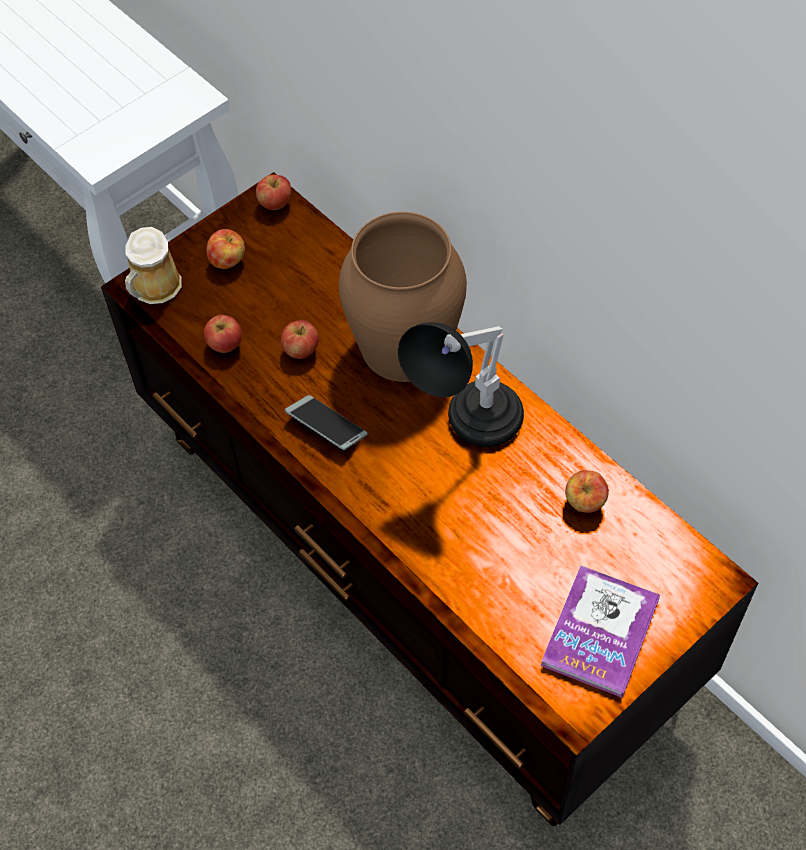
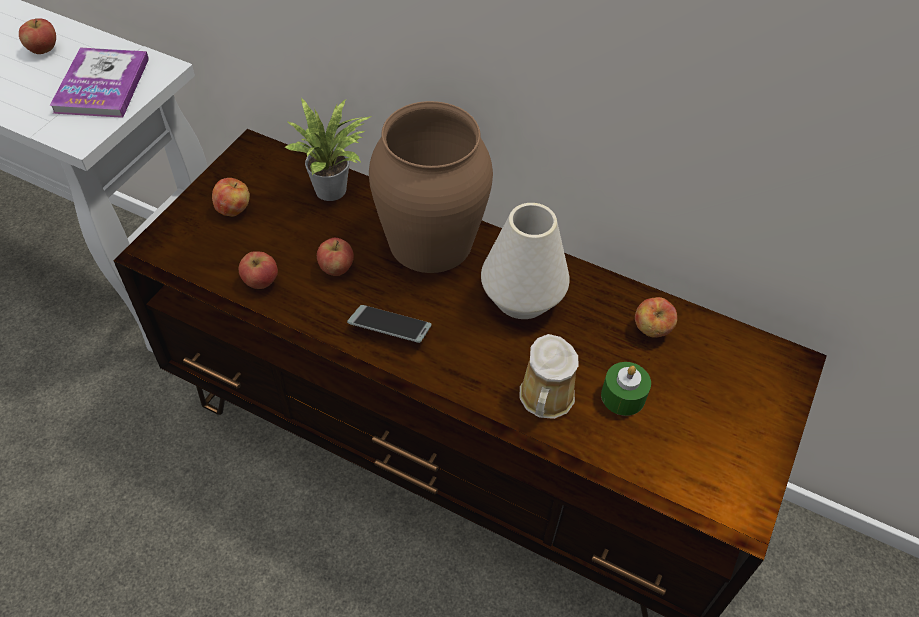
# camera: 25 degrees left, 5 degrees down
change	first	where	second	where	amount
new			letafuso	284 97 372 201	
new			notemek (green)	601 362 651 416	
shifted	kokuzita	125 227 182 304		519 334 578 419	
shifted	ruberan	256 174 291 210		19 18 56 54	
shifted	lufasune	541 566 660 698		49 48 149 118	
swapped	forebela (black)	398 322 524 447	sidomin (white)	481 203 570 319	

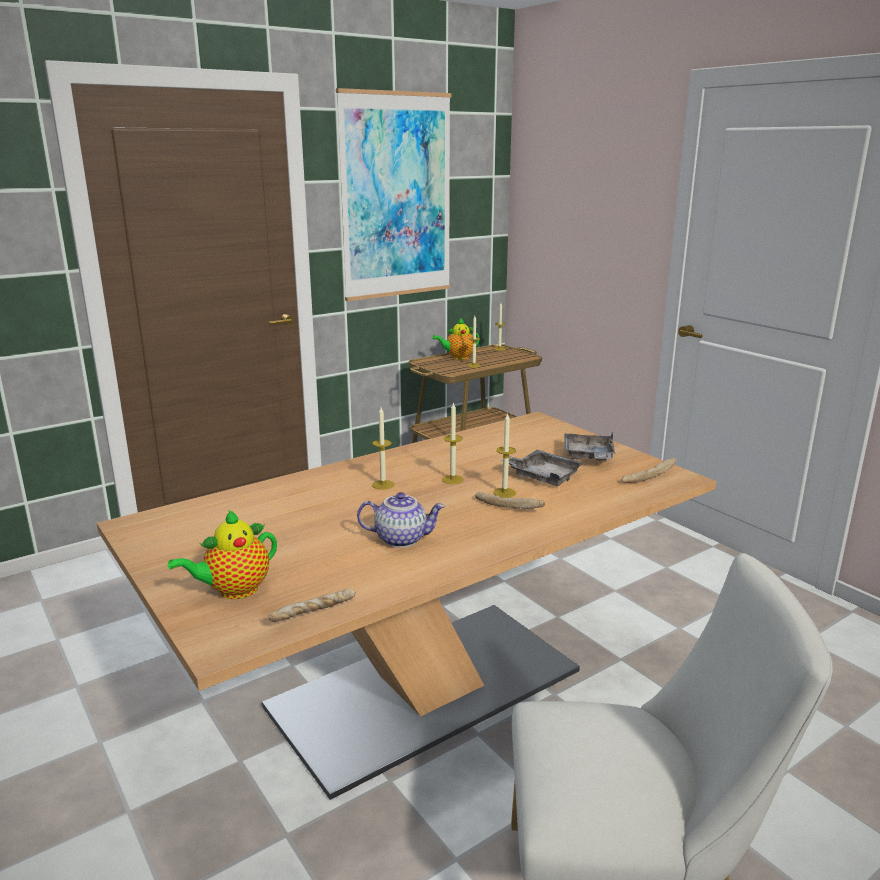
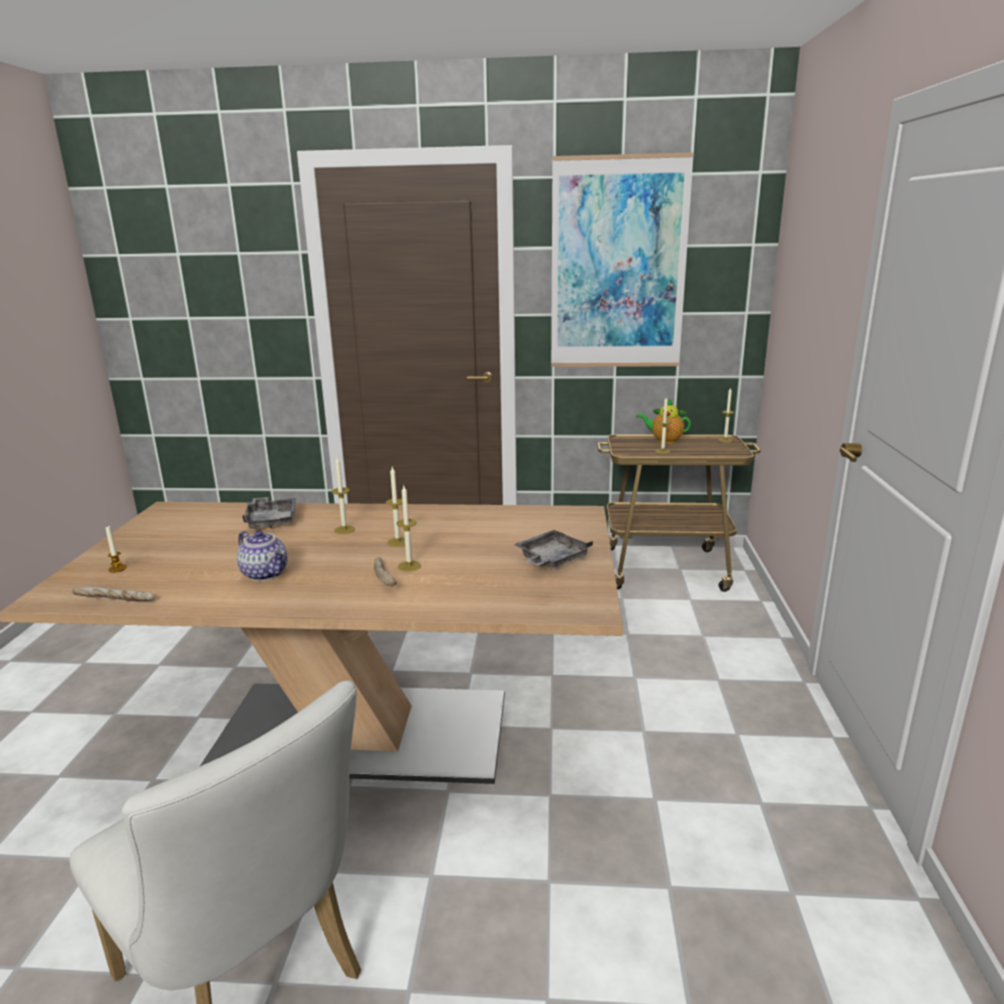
# camera: 40 degrees right, 0 degrees up
change	first	where	second	where	amount
gone	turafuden	621 458 676 483			
shifted	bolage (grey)	501 450 584 486		242 497 296 529	
swapped	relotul	168 510 277 599	notemek	106 525 126 573	

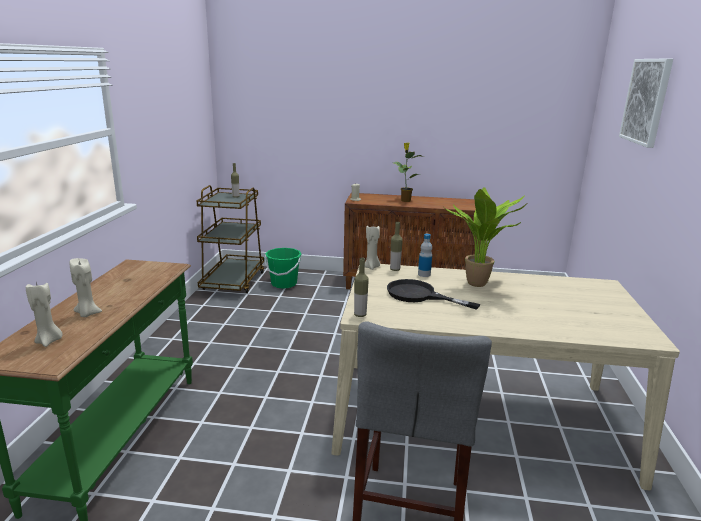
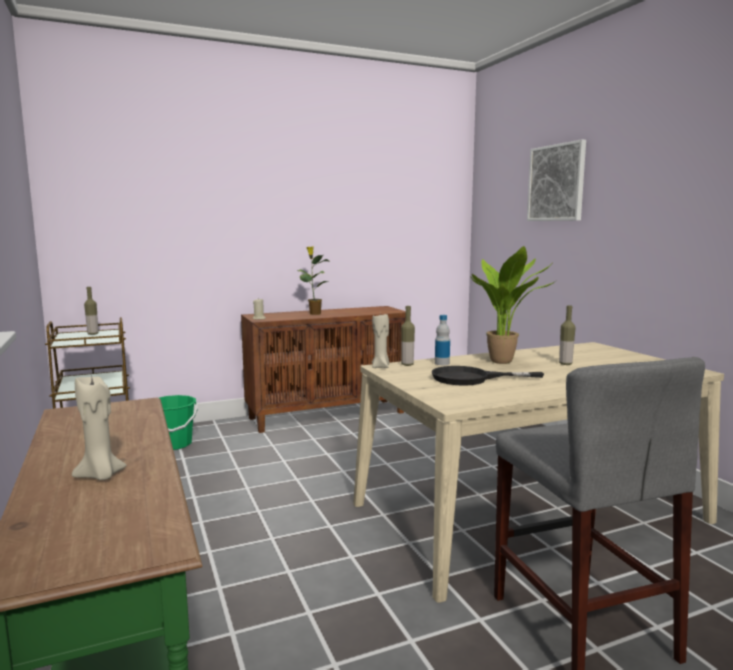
# camera: 30 degrees left, 10 degrees down
change	first	where	second	where	amount
gone	notemek (beige)	26 282 63 347			
shifted	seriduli	354 258 369 317		559 305 576 365	

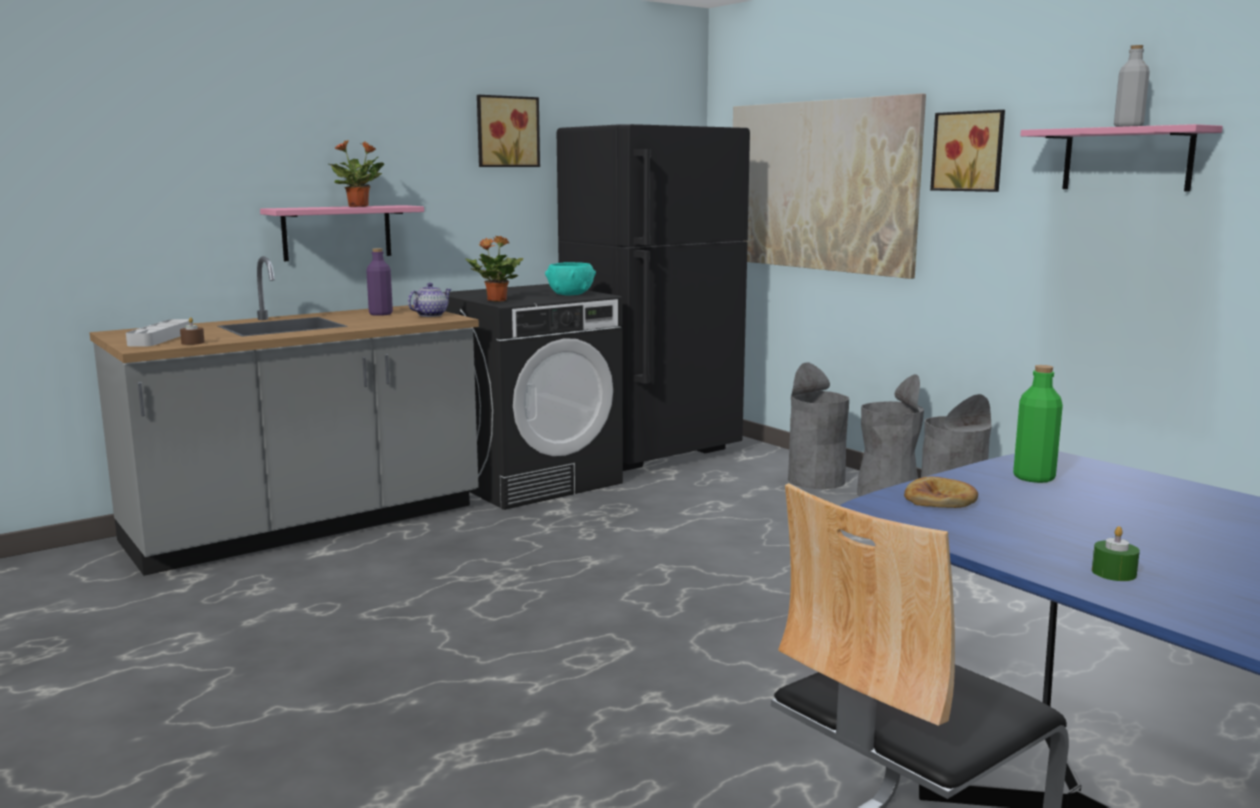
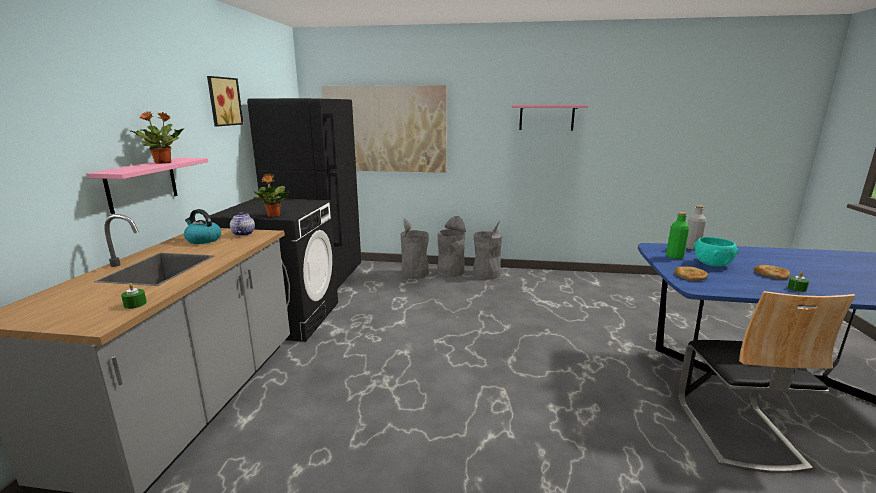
# camera: 45 degrees left, 5 degrees up
change	first	where	second	where	amount
gone	bolage (grey)	126 319 190 347			
gone	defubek	930 110 1005 192			
new			turafuden	754 265 790 280	
shifted	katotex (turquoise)	545 262 596 295		694 237 739 267	
shifted	seriduli (grey)	1114 45 1150 127		686 205 706 250	
swapped	seriduli (purple)	366 248 393 316	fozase	184 209 221 244	
repainted	notemek (brown)	180 317 205 345	notemek (green)	121 283 147 309	

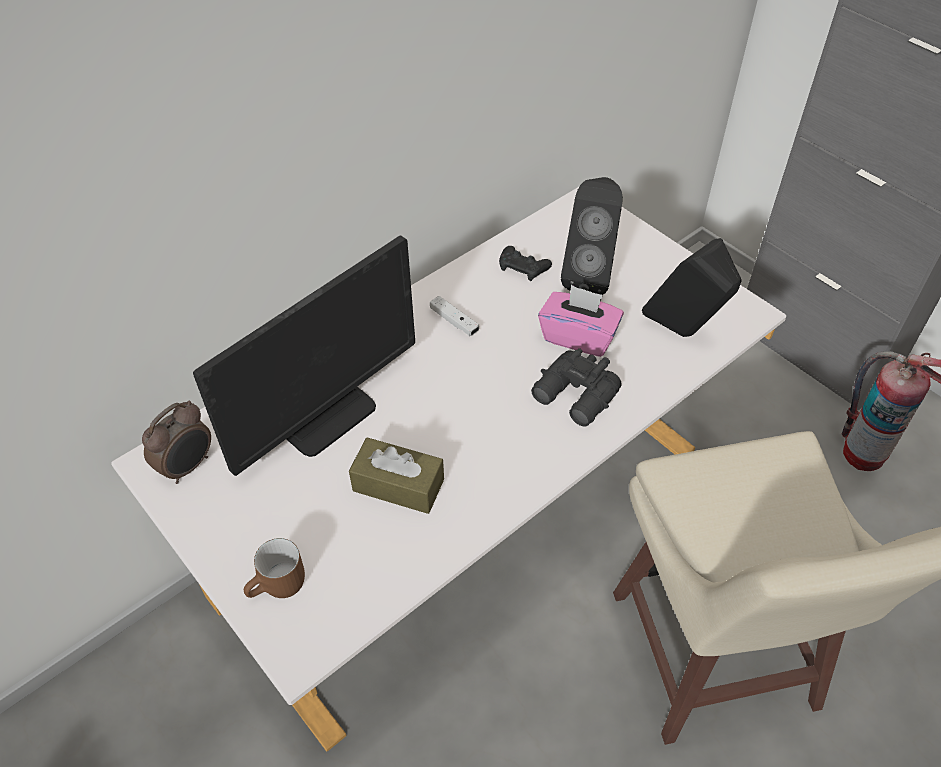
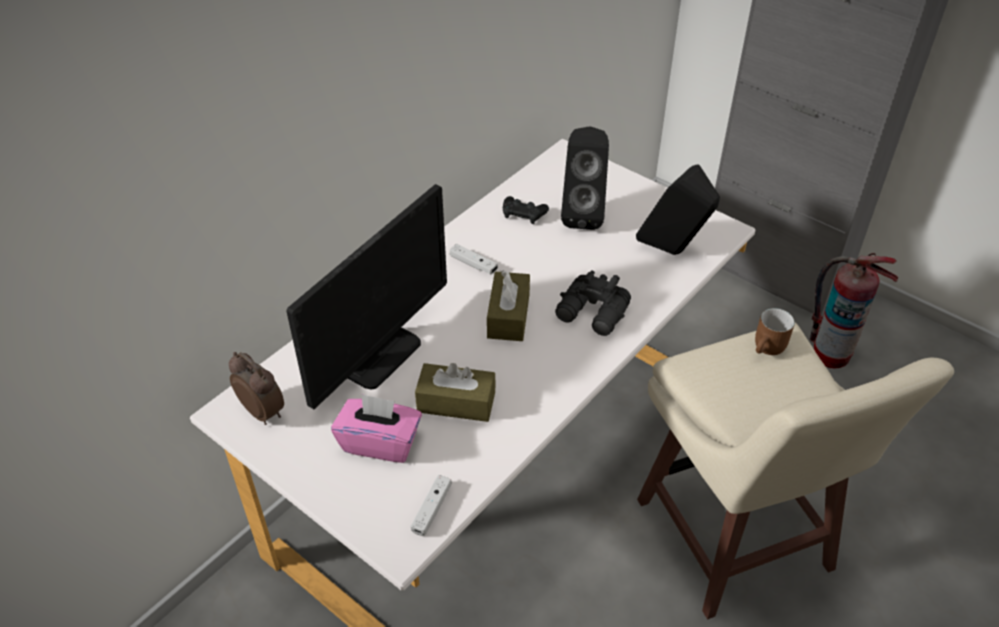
# camera: 10 degrees left, 5 degrees down
change	first	where	second	where	amount
new			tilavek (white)	411 475 452 536	
new			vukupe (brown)	487 270 530 341	
shifted	kokuzita (brown)	244 538 305 598		755 308 795 355	
shifted	vukupe (pink)	538 285 624 357		331 394 422 463	
rotated	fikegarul	142 401 211 484		229 352 284 425	75 degrees counterclockwise

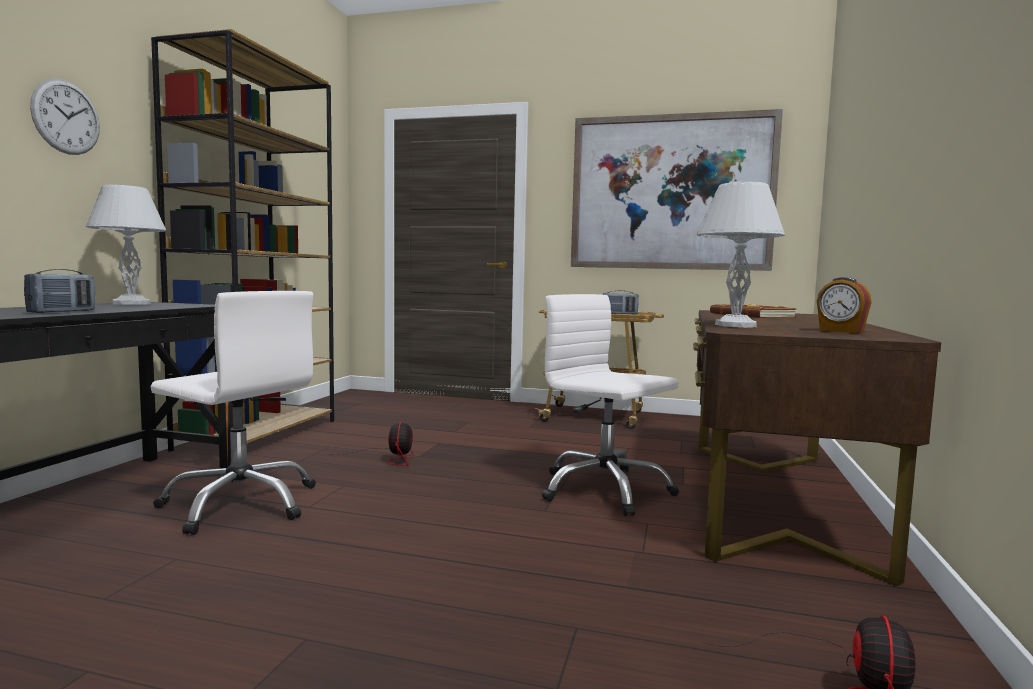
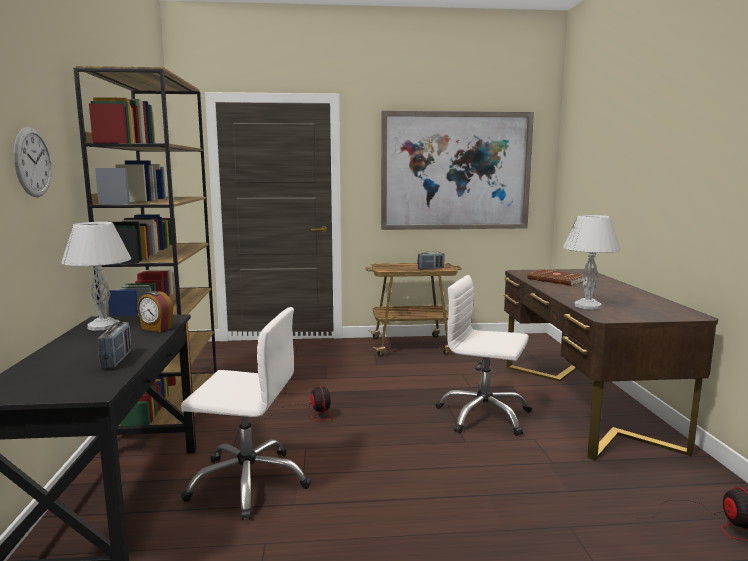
# camera: 20 degrees left, 5 degrees up
change	first	where	second	where	amount
shifted	fikegarul	817 277 872 333		137 291 173 332	

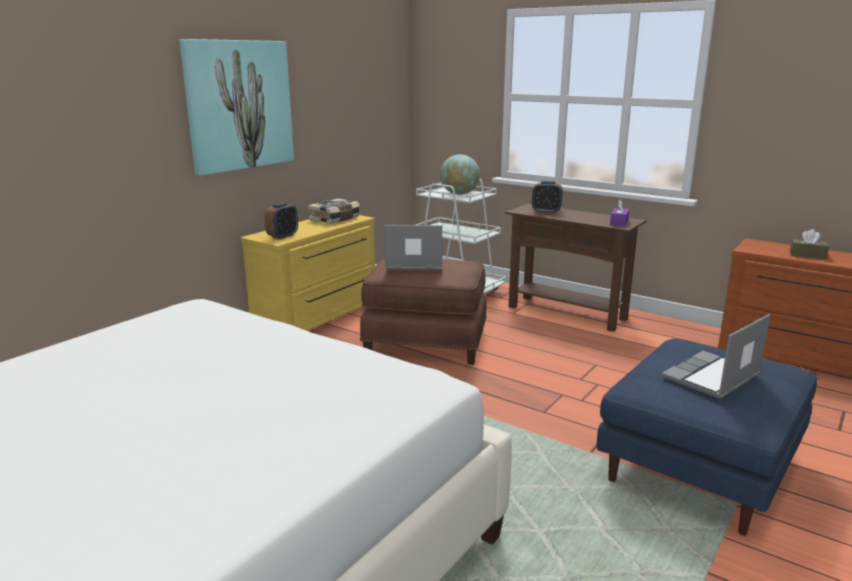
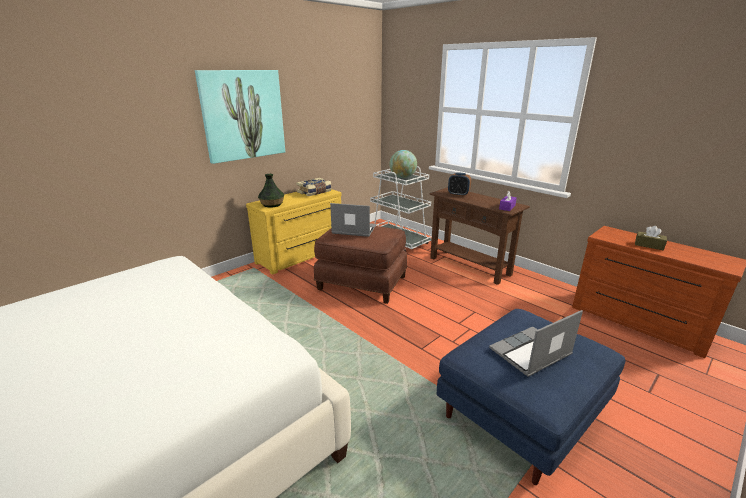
# camera: 10 degrees right, 5 degrees up
change	first	where	second	where	amount
swapped	fikegarul	264 202 298 239	sidomin	258 174 284 208	

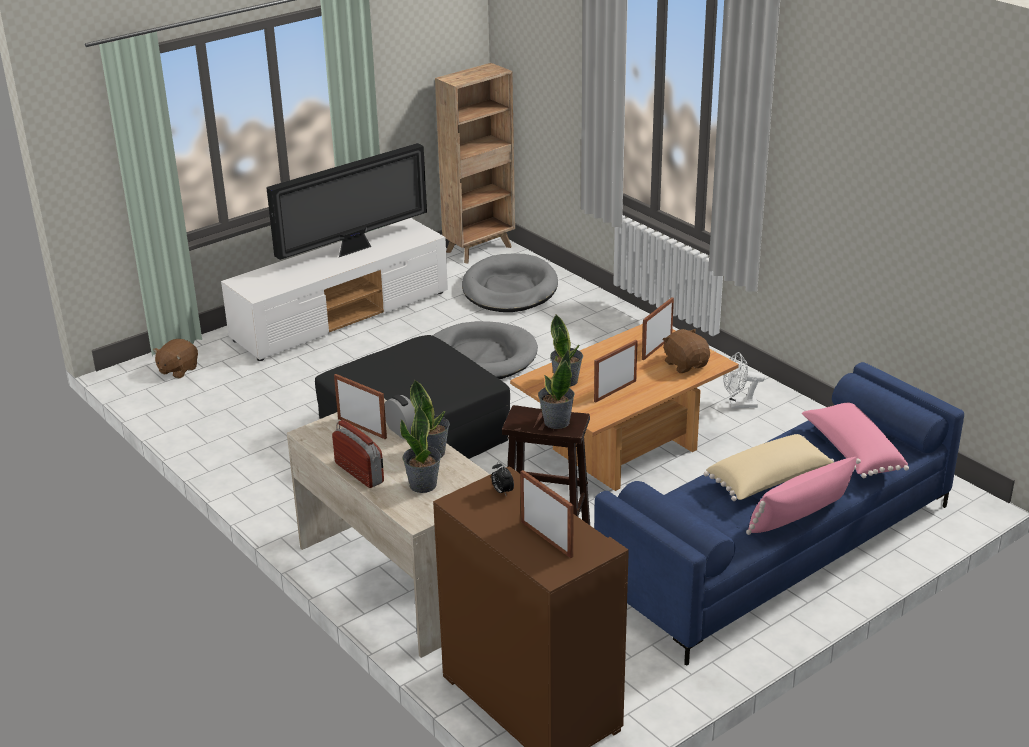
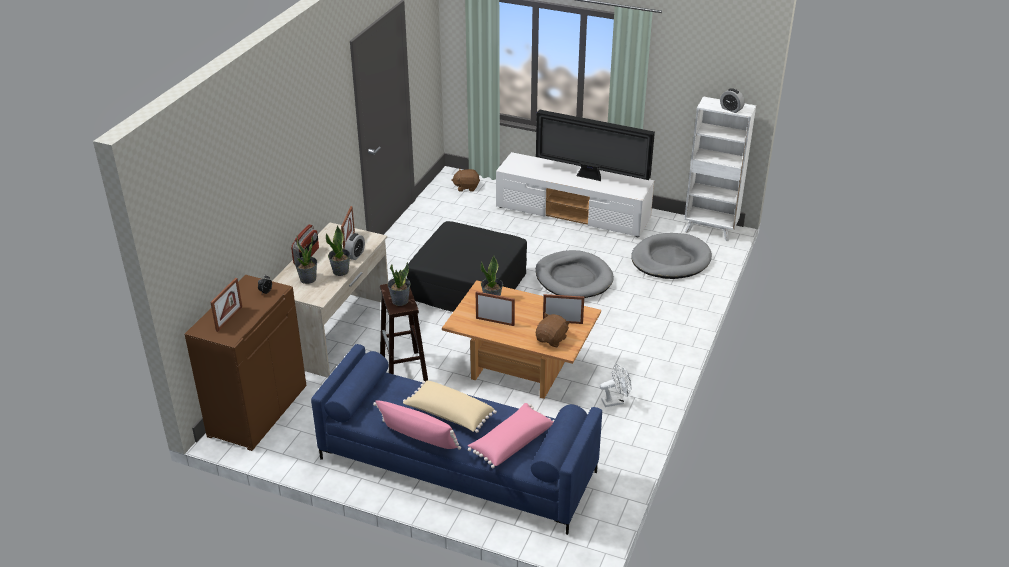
# camera: 60 degrees right, 5 degrees up
change	first	where	second	where	amount
new			fikegarul	720 88 745 113	
repainted	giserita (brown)	435 63 515 263	giserita (white)	684 97 756 241	
rotated	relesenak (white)	723 352 765 408		600 364 632 407	105 degrees clockwise

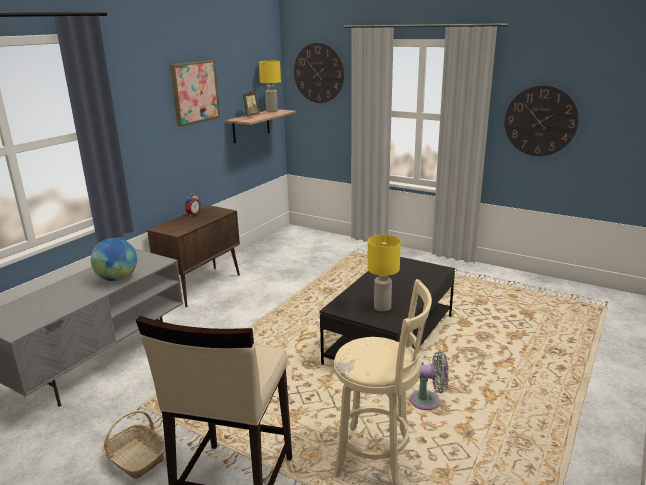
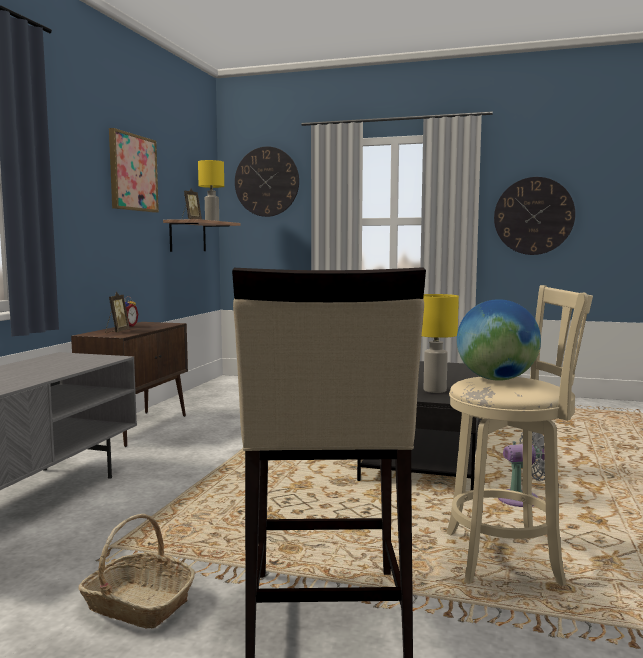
# camera: 15 degrees left, 15 degrees down
change	first	where	second	where	amount
new			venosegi	105 292 130 333	
shifted	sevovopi	91 238 137 281		457 299 541 381	

